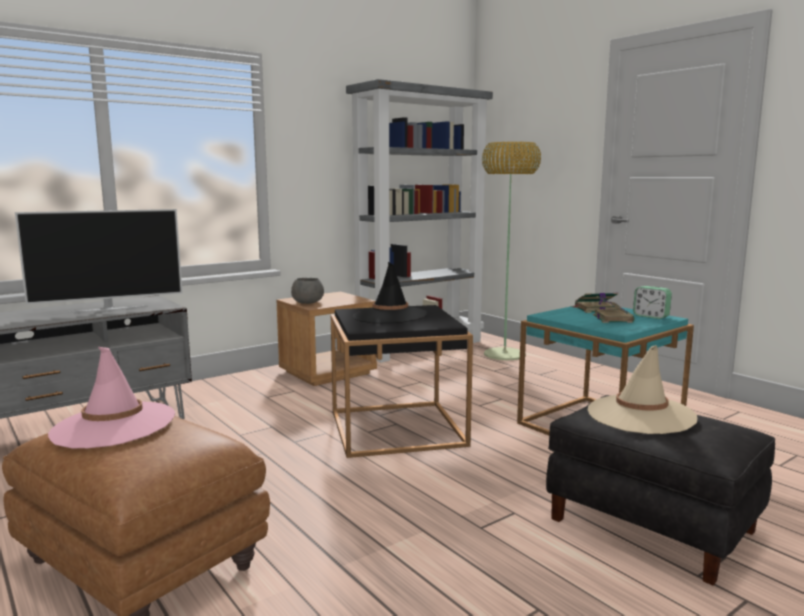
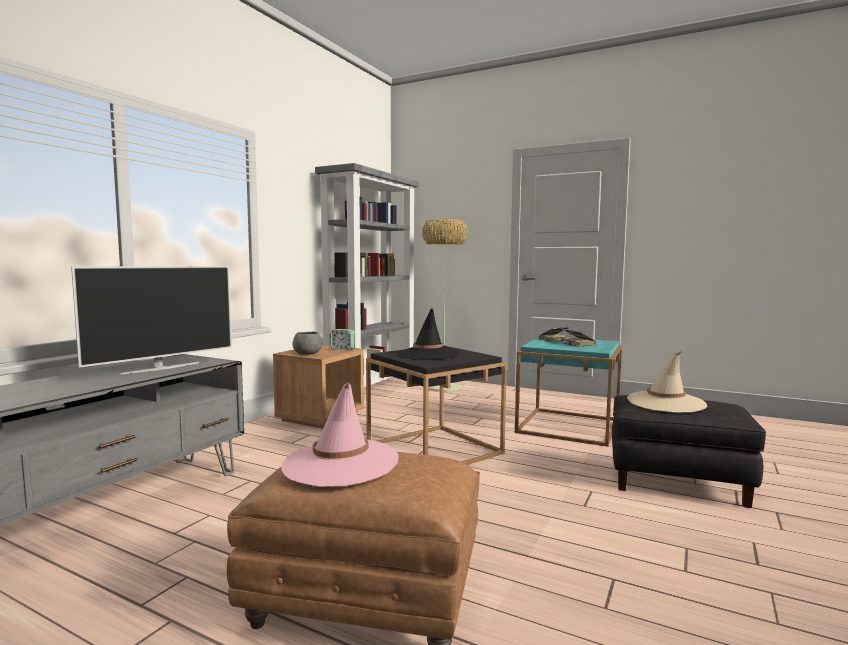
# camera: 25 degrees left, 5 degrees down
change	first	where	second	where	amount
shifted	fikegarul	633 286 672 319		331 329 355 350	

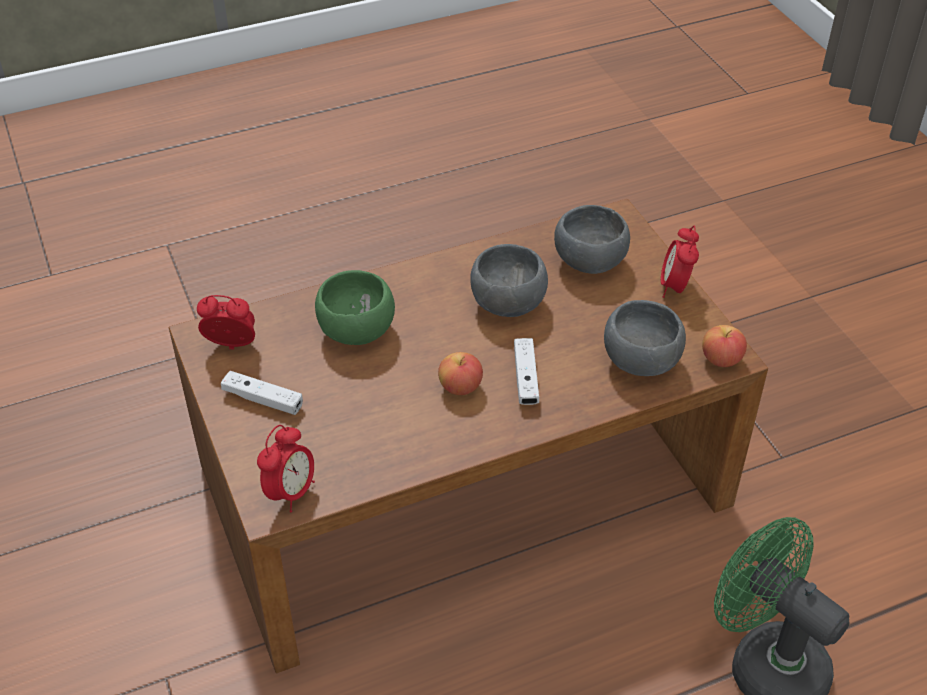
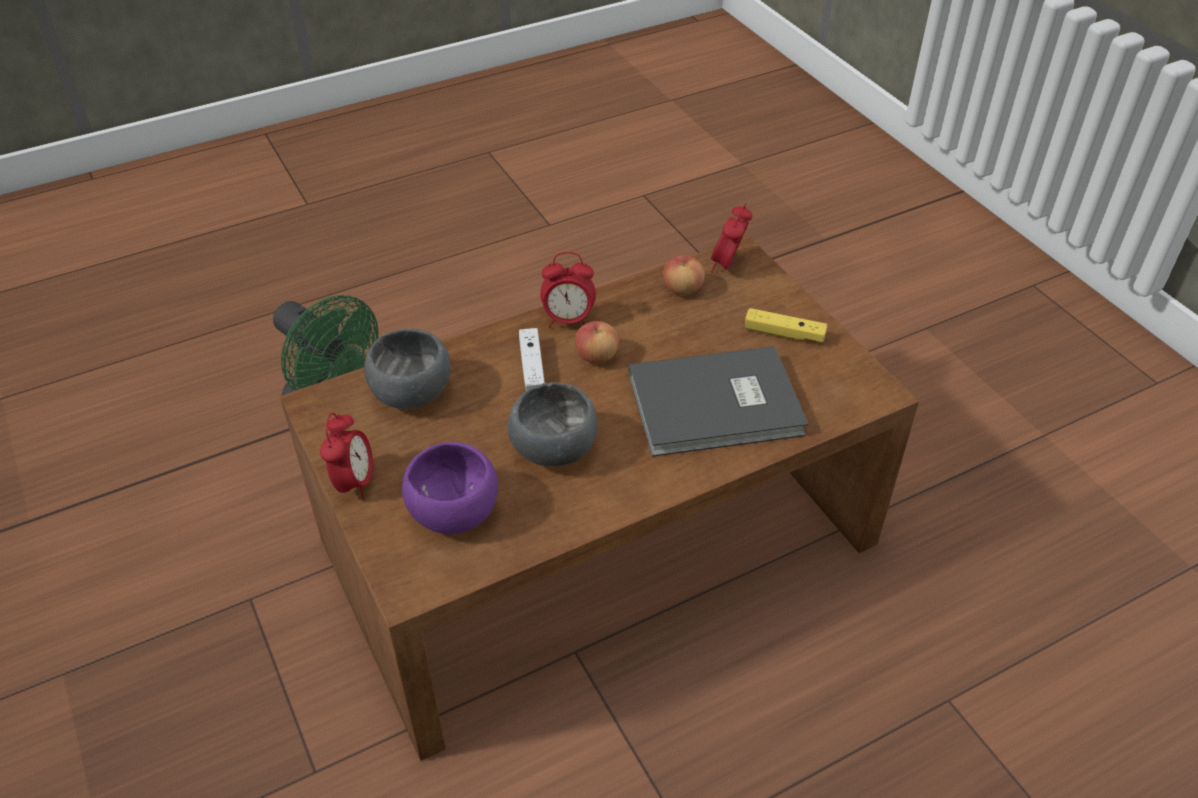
# camera: 175 degrees right, 0 degrees up
change	first	where	second	where	amount
shifted	fikegarul	197 295 255 350		540 252 596 328	
shifted	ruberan	702 325 747 367		663 256 705 296	
swapped	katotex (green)	315 270 395 345	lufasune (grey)	629 346 808 457	
repainted	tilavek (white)	221 371 303 415	tilavek (yellow)	745 308 827 342	
repainted	katotex (grey)	554 205 630 274	katotex (purple)	402 442 498 534	

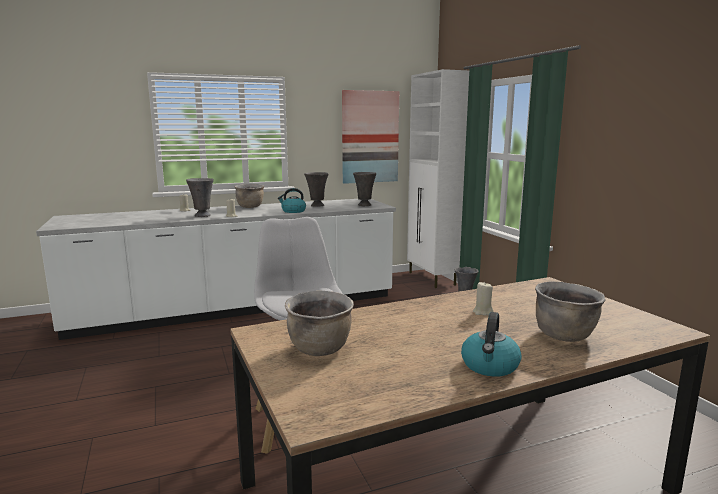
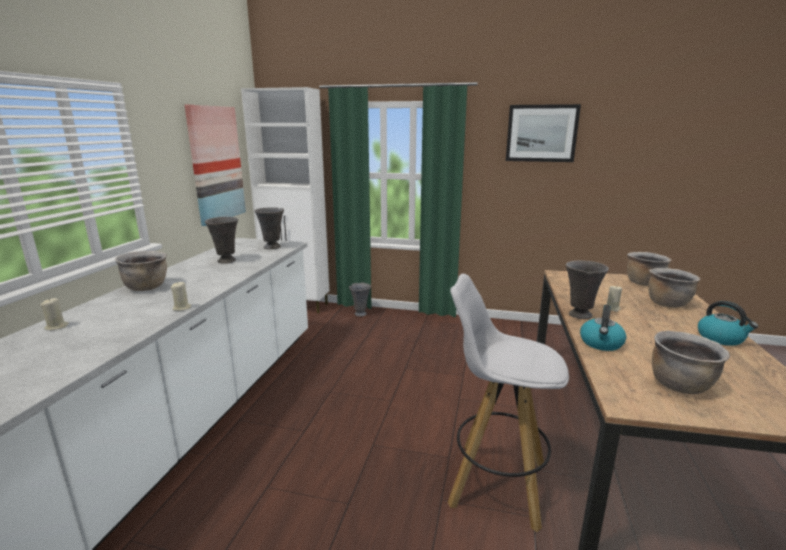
# camera: 55 degrees left, 5 degrees up
change	first	where	second	where	amount
new			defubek	506 104 581 162	
new			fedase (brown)	627 252 671 286	
shifted	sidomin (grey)	186 178 214 217		566 260 609 319	
shifted	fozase	278 188 306 213		580 305 626 351	

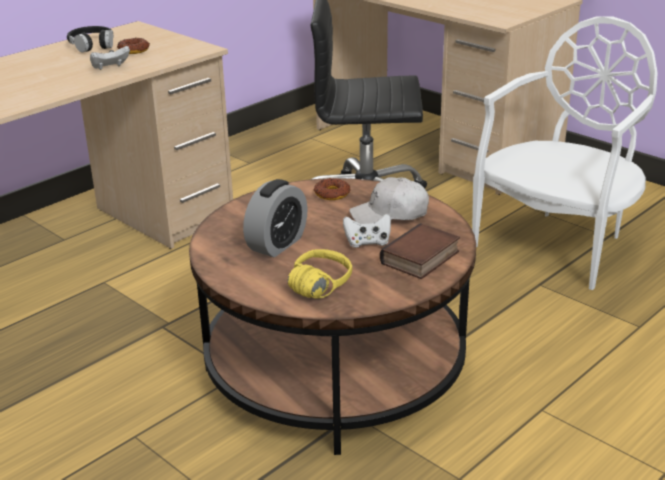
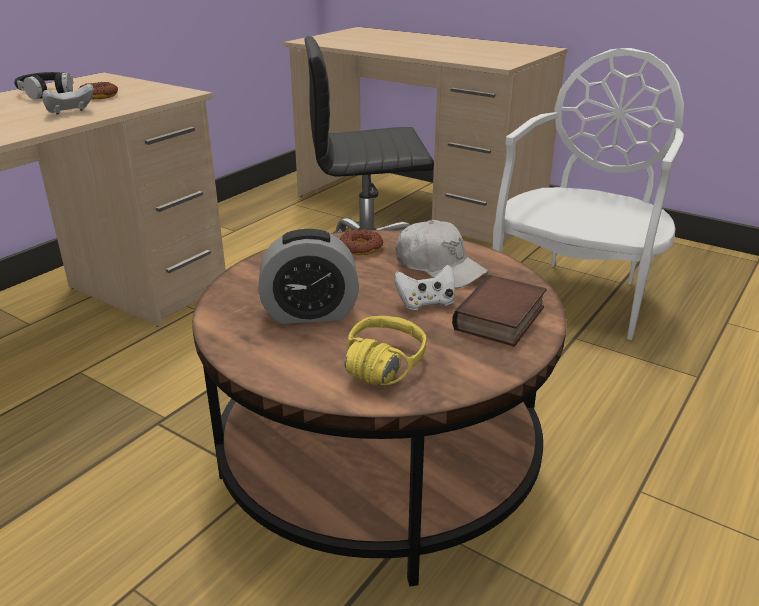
# camera: 10 degrees left, 0 degrees up
change	first	where	second	where	amount
rotated	fikegarul	243 179 308 258		258 229 359 324	60 degrees clockwise
rotated	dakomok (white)	349 177 429 224		396 220 488 288	120 degrees counterclockwise

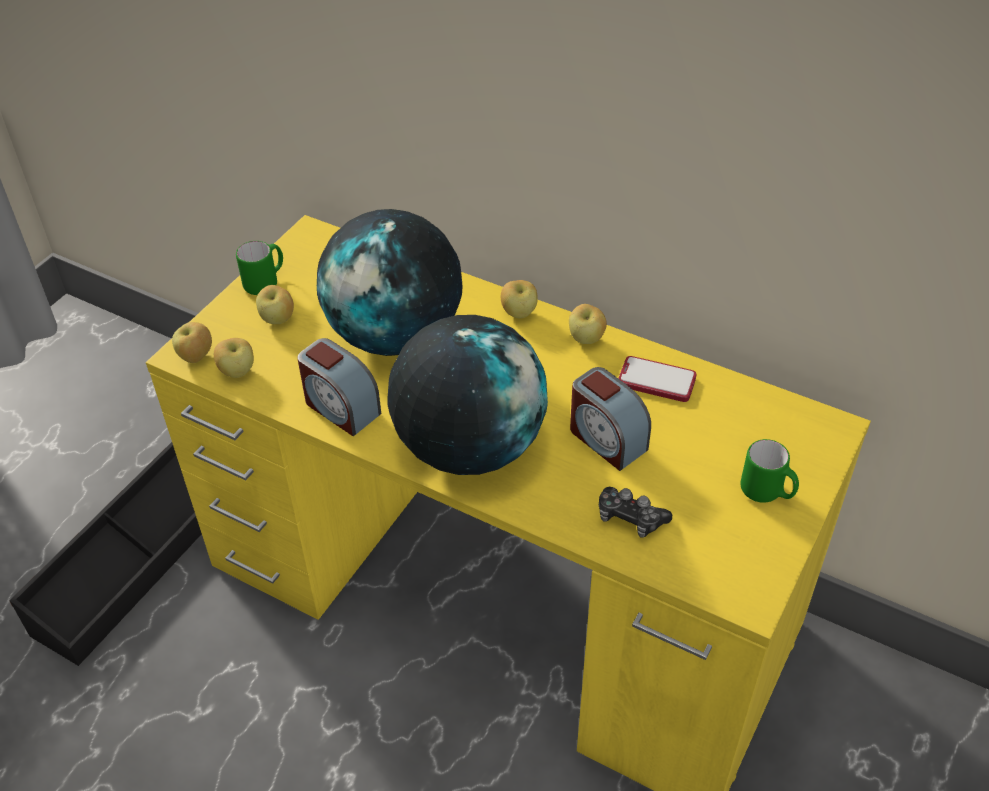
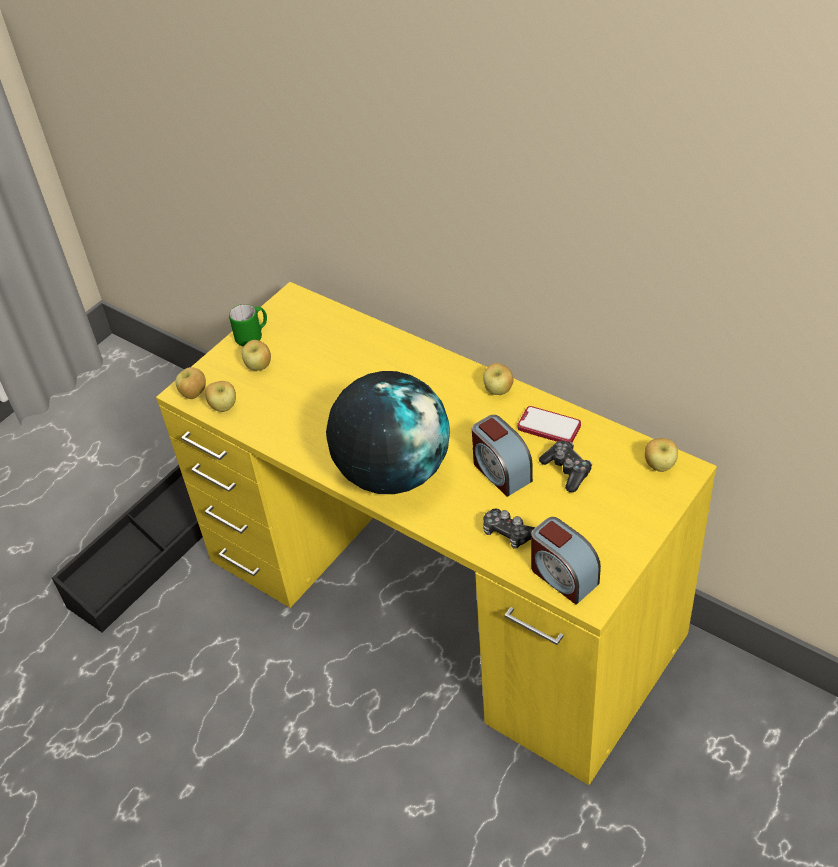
# camera: 10 degrees right, 0 degrees up
change	first	where	second	where	amount
gone	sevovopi	317 209 463 356			
gone	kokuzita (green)	740 439 799 503			
new			tilavek	539 441 592 492	
shifted	fikegarul	297 338 381 436		531 517 601 605	
shifted	ruberan	501 280 538 319		645 438 678 472	

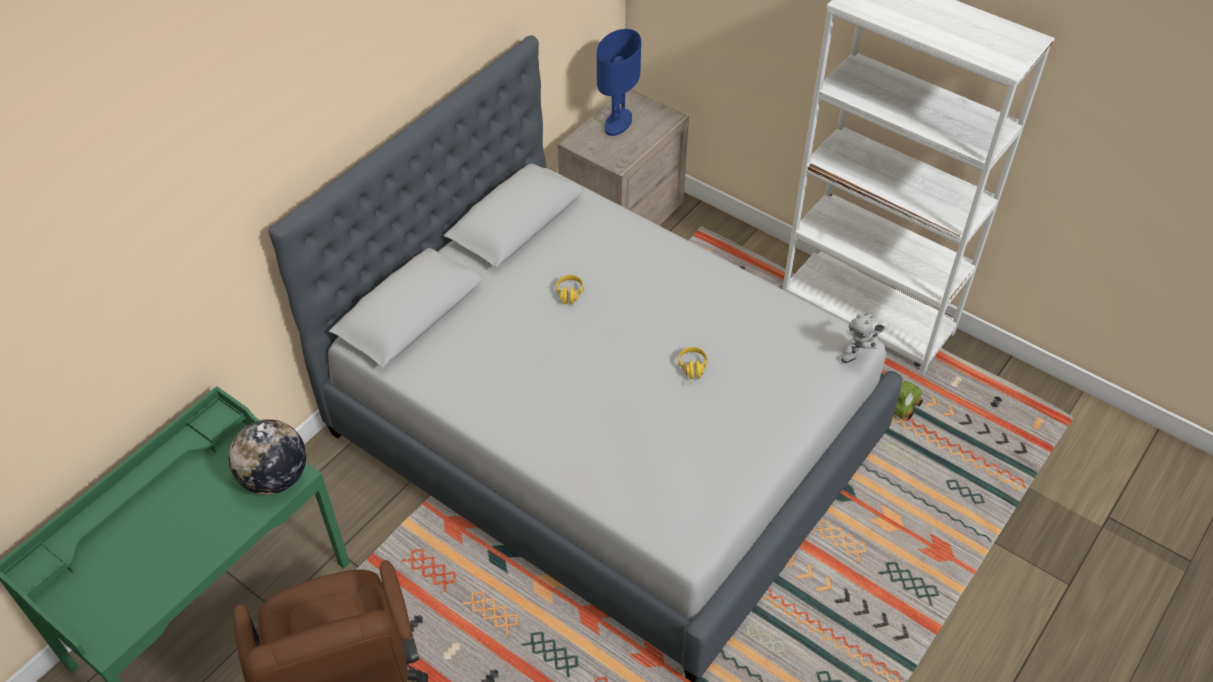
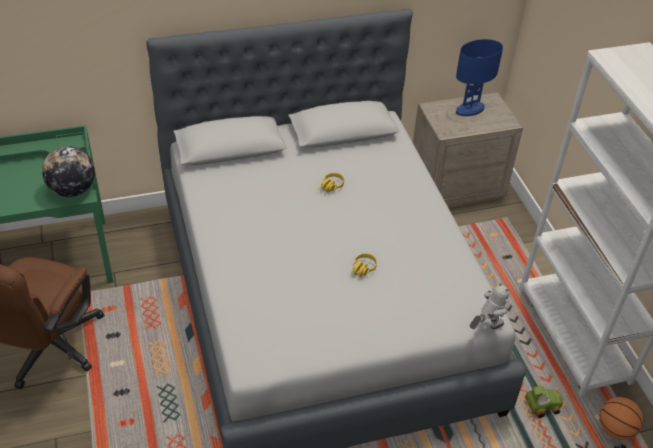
# camera: 35 degrees right, 5 degrees down
change	first	where	second	where	amount
new			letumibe	599 397 644 440	
rotated	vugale	841 312 885 363		470 282 510 329	150 degrees clockwise

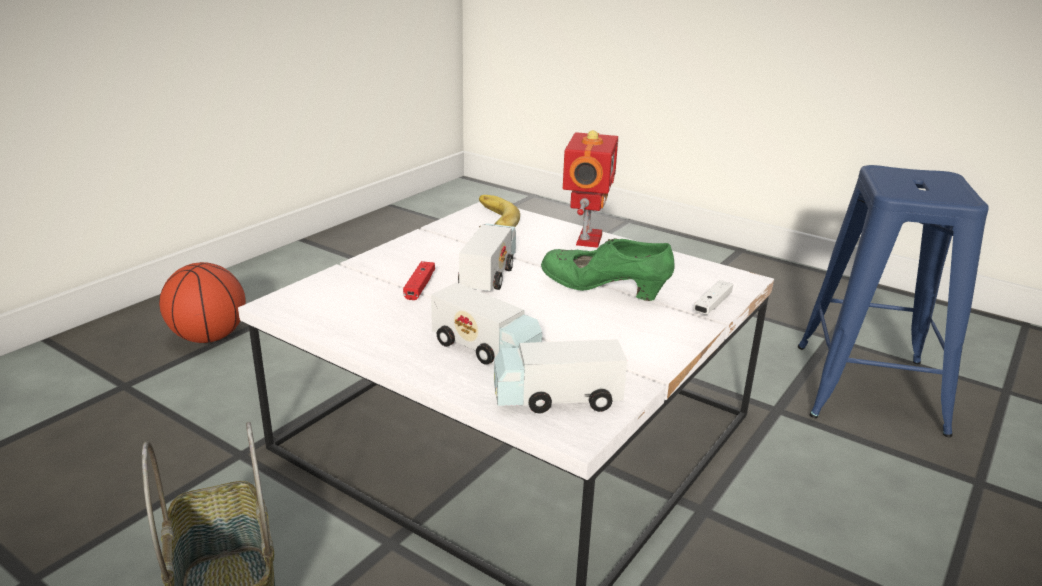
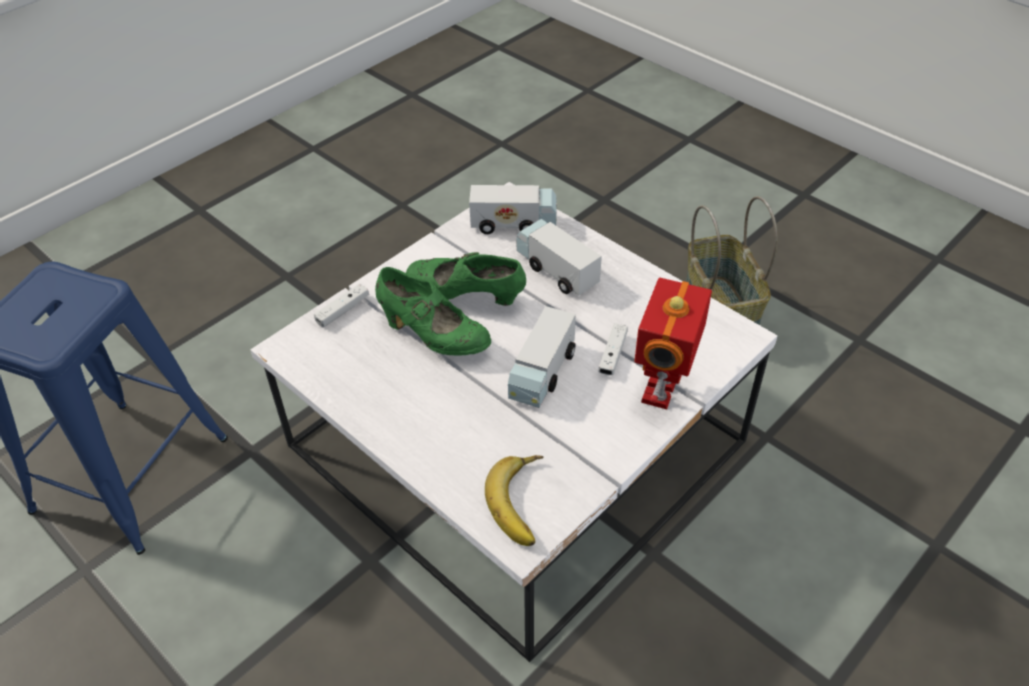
# camera: 170 degrees left, 20 degrees up
change	first	where	second	where	amount
gone	letumibe	159 262 246 343			
new			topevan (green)	406 252 526 306	
shifted	vugale	563 130 619 248		634 278 712 409	
repainted	tilavek (red)	403 261 435 300	tilavek (white)	598 323 628 375	

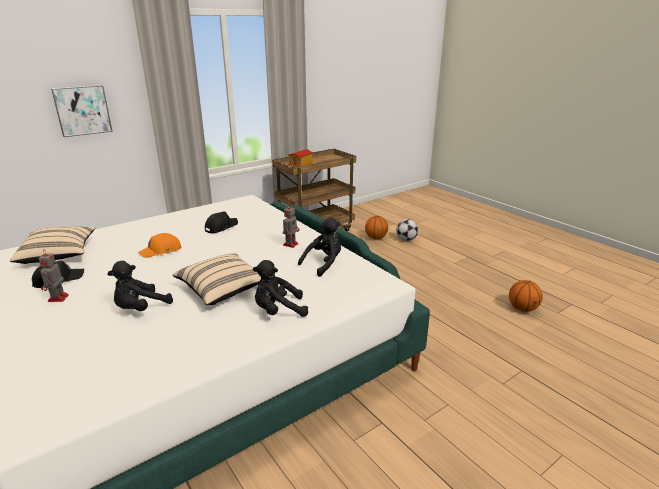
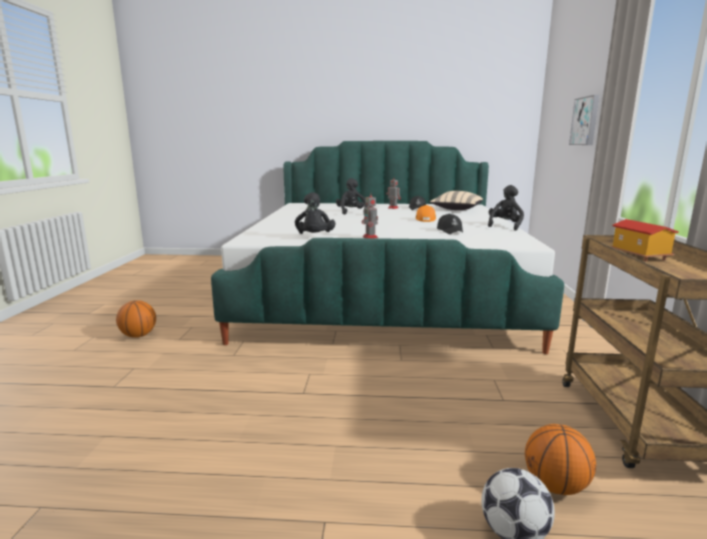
# camera: 130 degrees right, 10 degrees down
change	first	where	second	where	amount
gone	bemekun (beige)	173 253 261 305			
shifted	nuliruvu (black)	253 260 308 317		488 185 524 231	
shifted	letumibe	509 280 543 312		116 300 156 338	

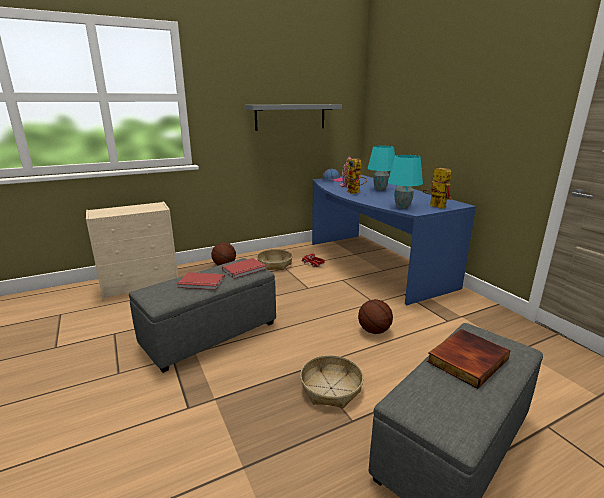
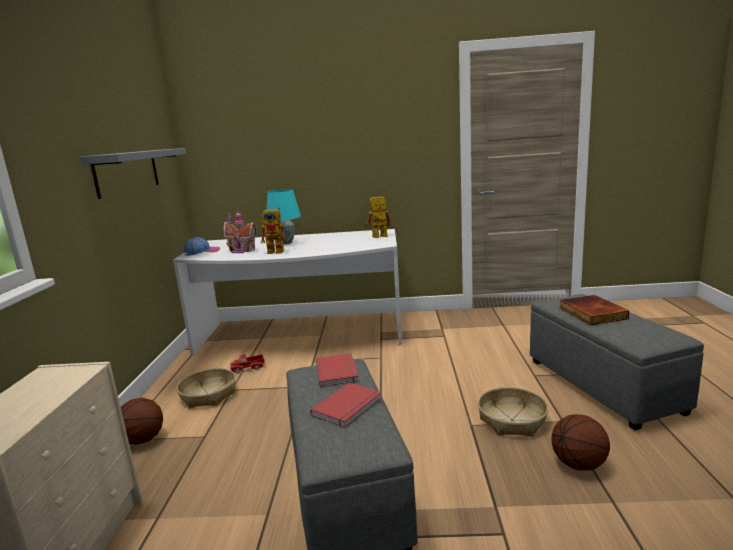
# camera: 60 degrees left, 5 degrees down
change	first	where	second	where	amount
gone	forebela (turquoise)	388 155 423 209			
shifted	letumibe	358 299 393 334		551 414 610 471	
repainted	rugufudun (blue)	312 175 476 305	rugufudun (white)	173 229 402 355	

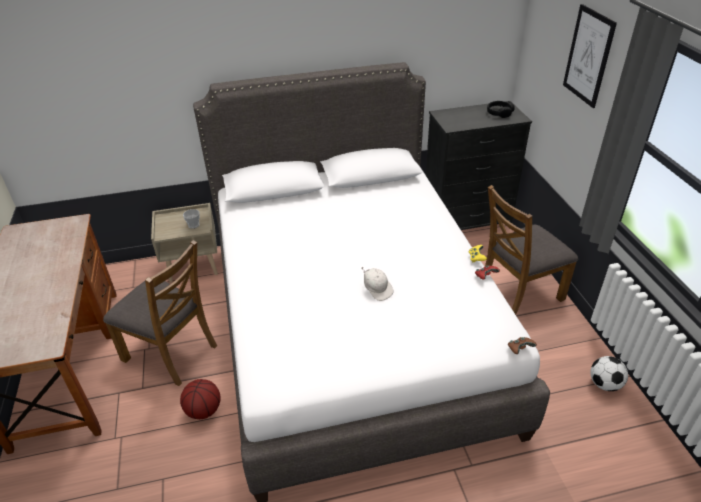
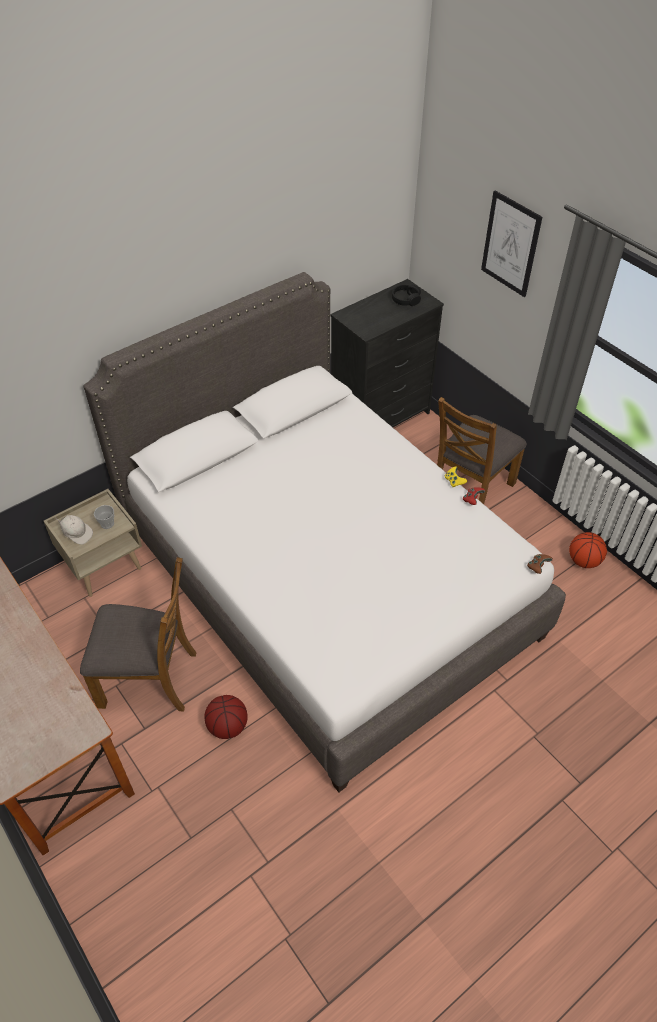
# camera: 25 degrees left, 10 degrees up
change	first	where	second	where	amount
shifted	dakomok (white)	362 267 393 301		55 515 93 545	
swapped	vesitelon	590 356 628 391	letumibe	569 532 607 568	

